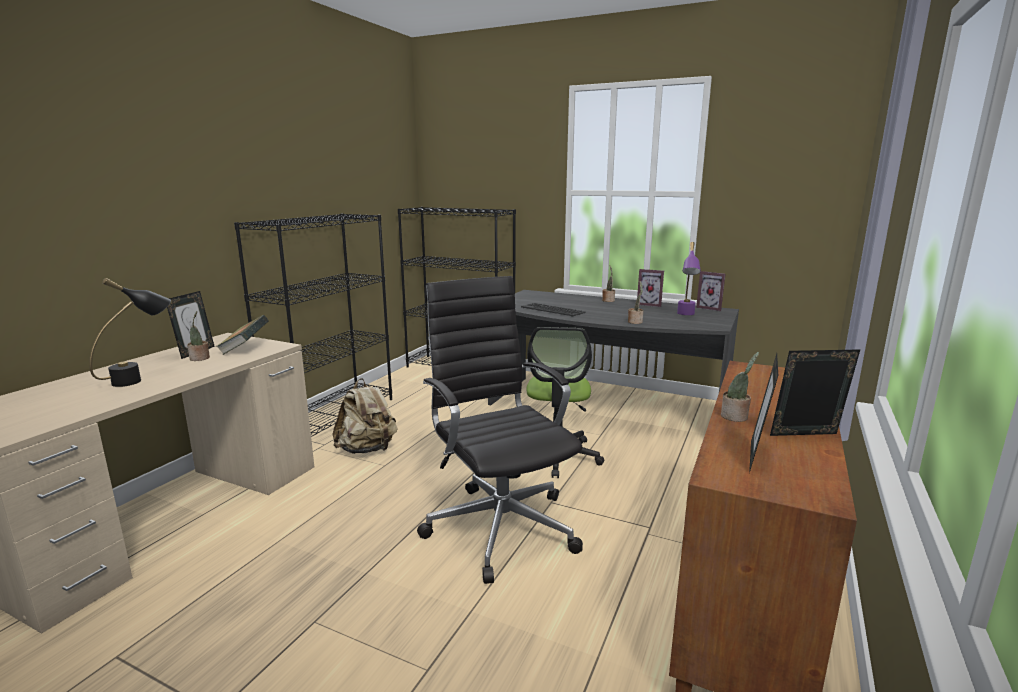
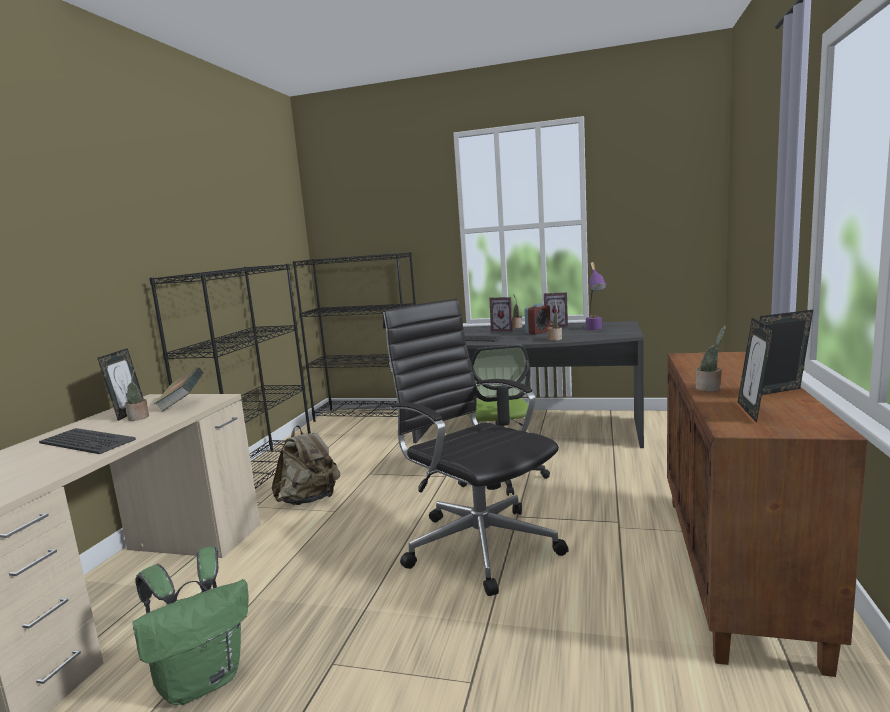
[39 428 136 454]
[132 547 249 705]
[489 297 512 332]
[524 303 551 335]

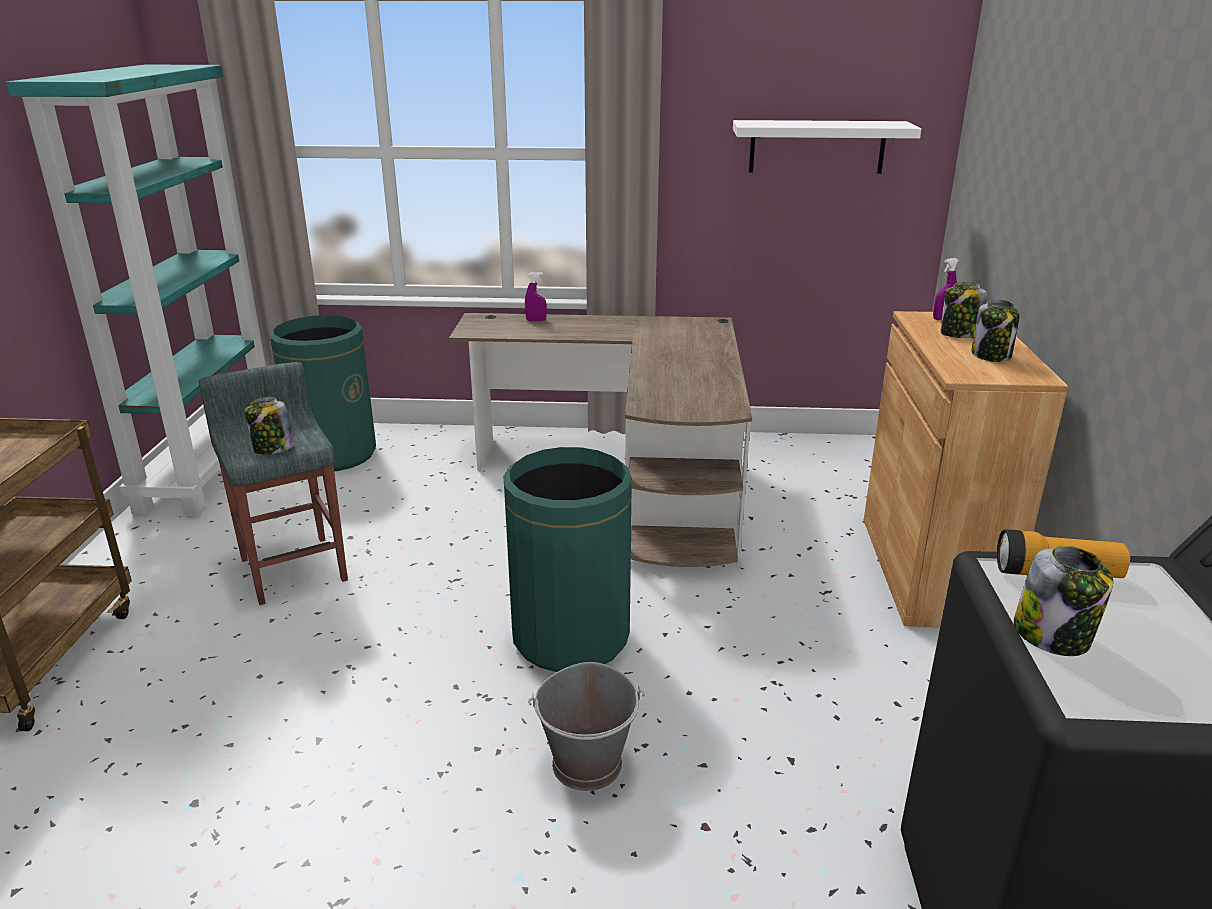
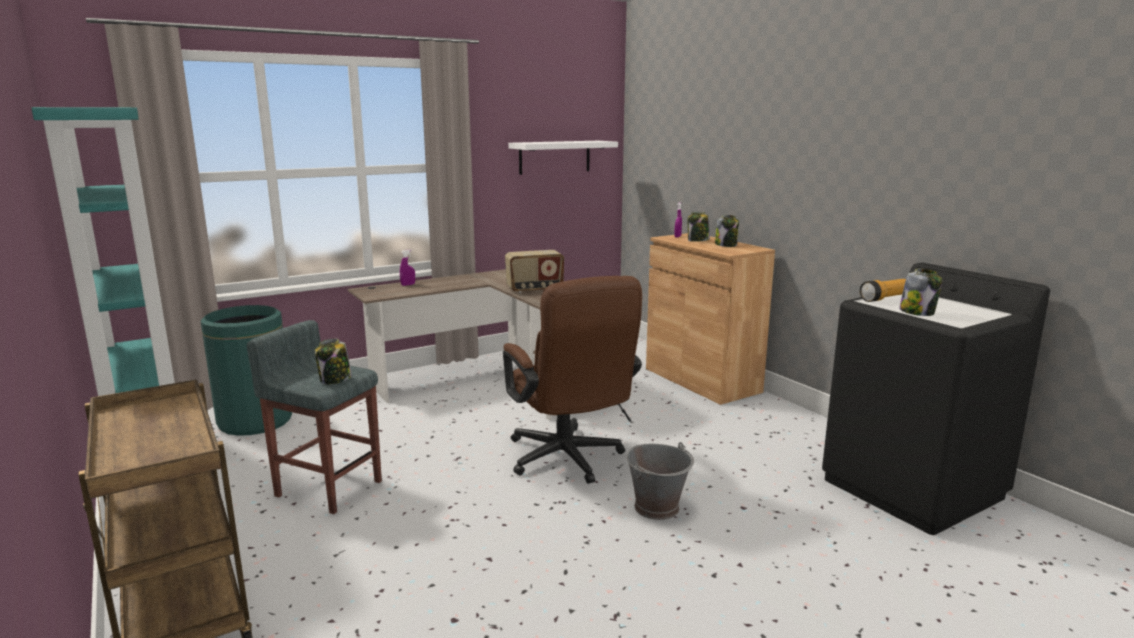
[503 276 642 484]
[505 250 564 293]

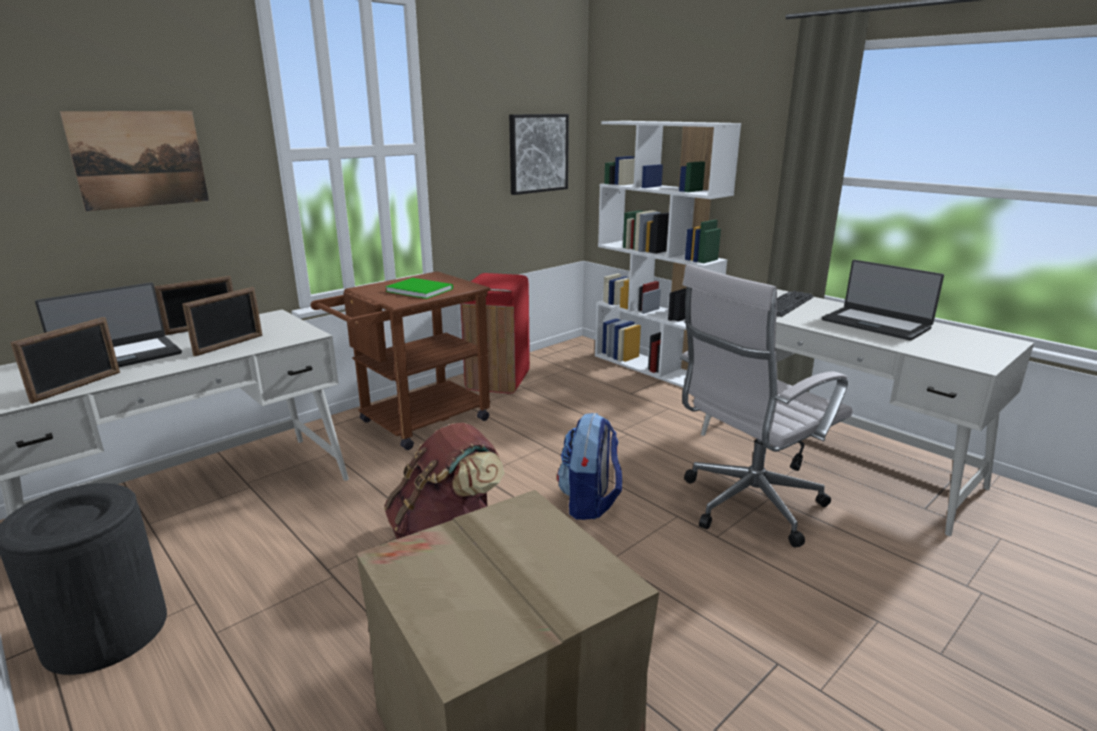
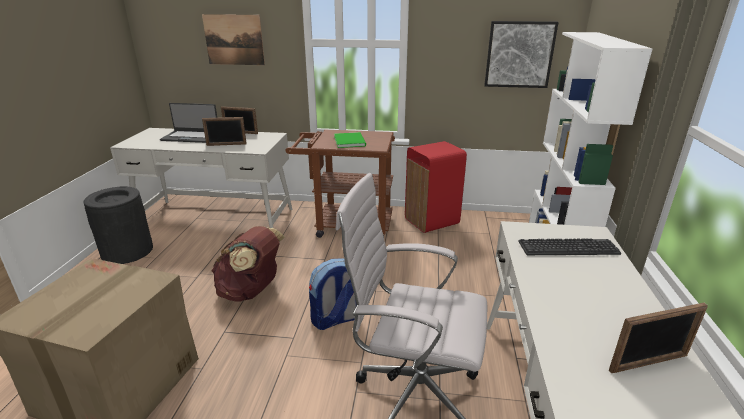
[609 303 708 373]
[822 260 944 340] (first image)

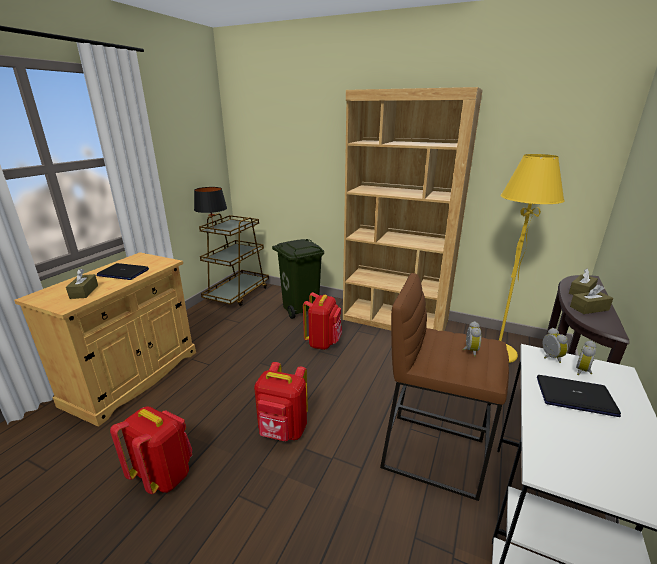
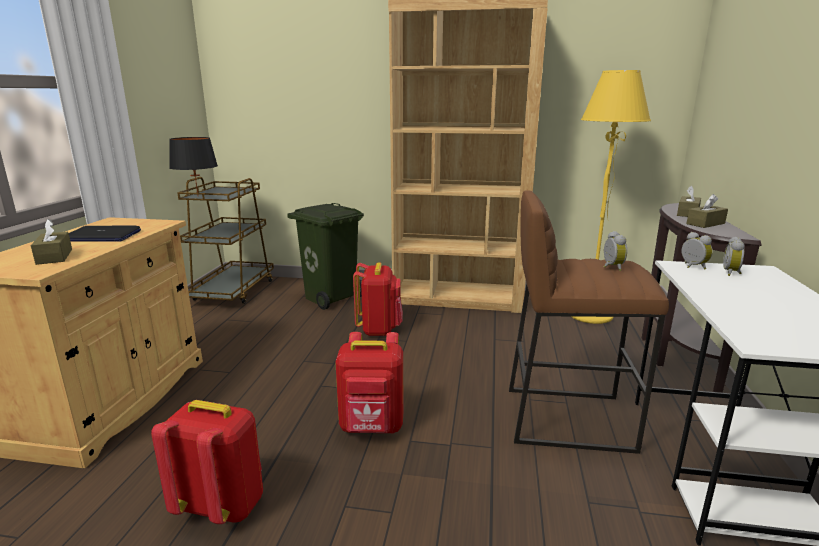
[537 375 621 417] (first image)

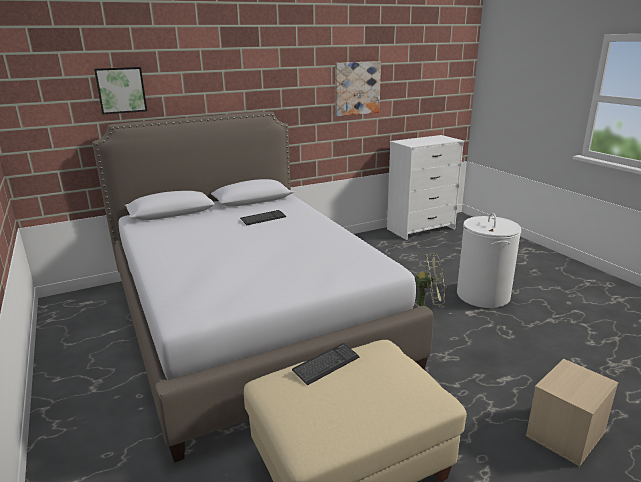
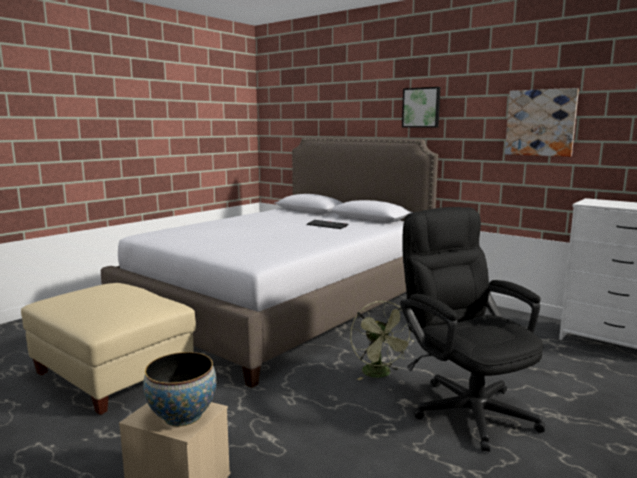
[143 352 216 427]
[400 207 545 452]
[402 87 440 128]
[292 343 359 385] (first image)

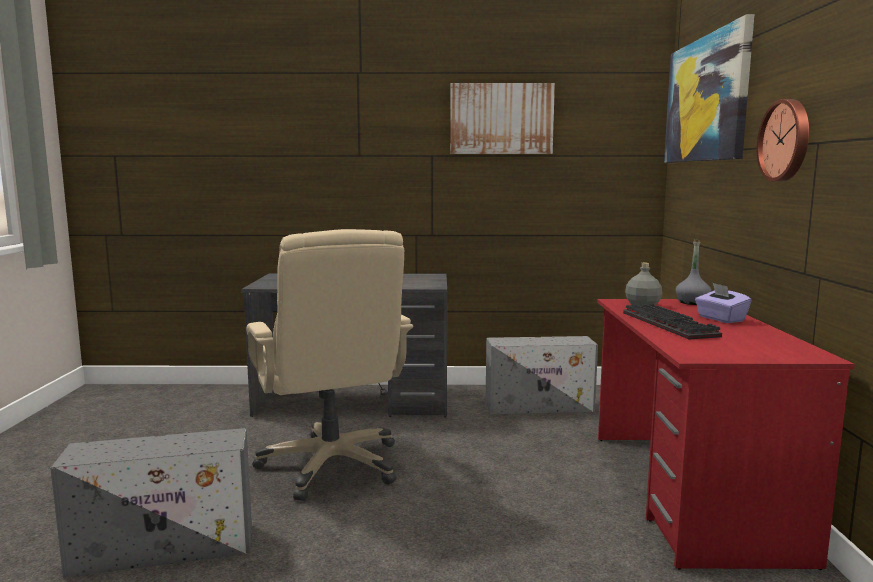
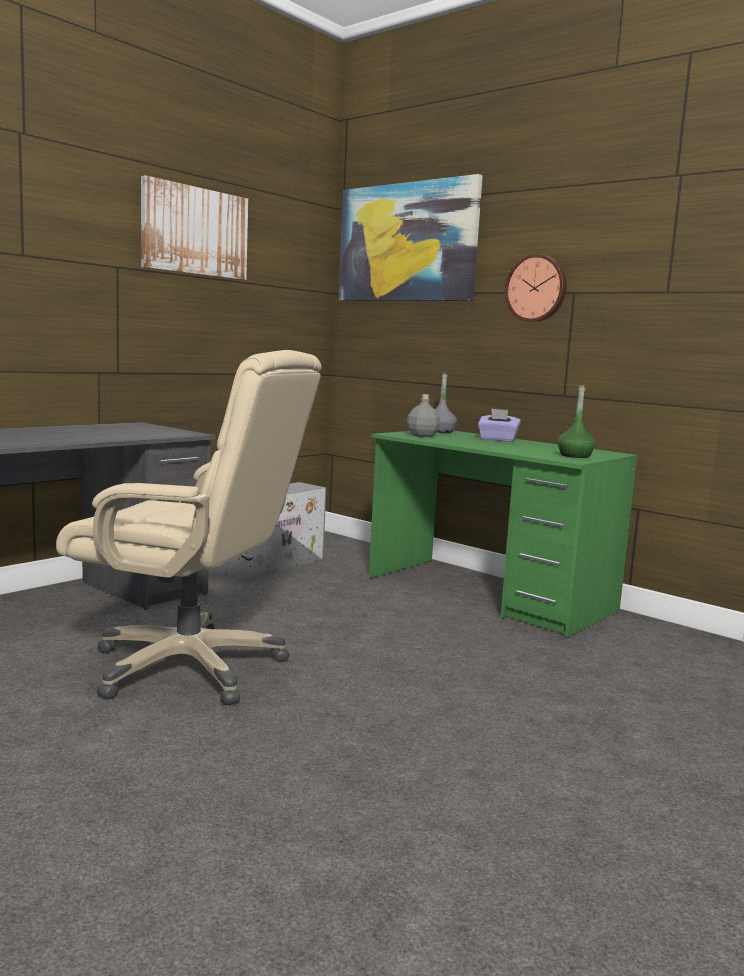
[369 430 638 638]
[557 385 596 458]
[50 428 252 578] (first image)
[623 304 722 339] (first image)

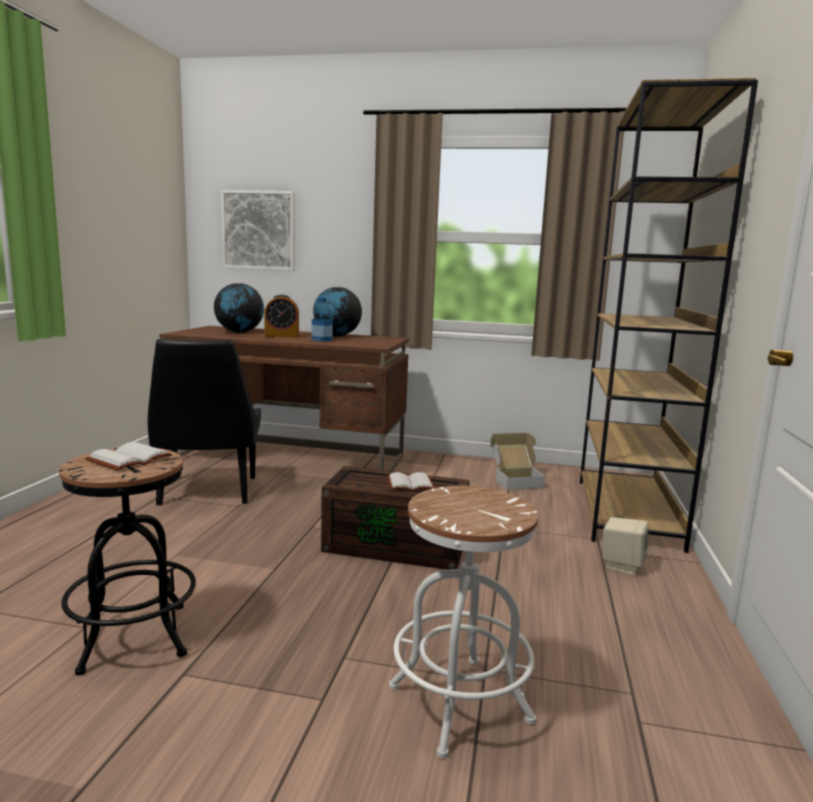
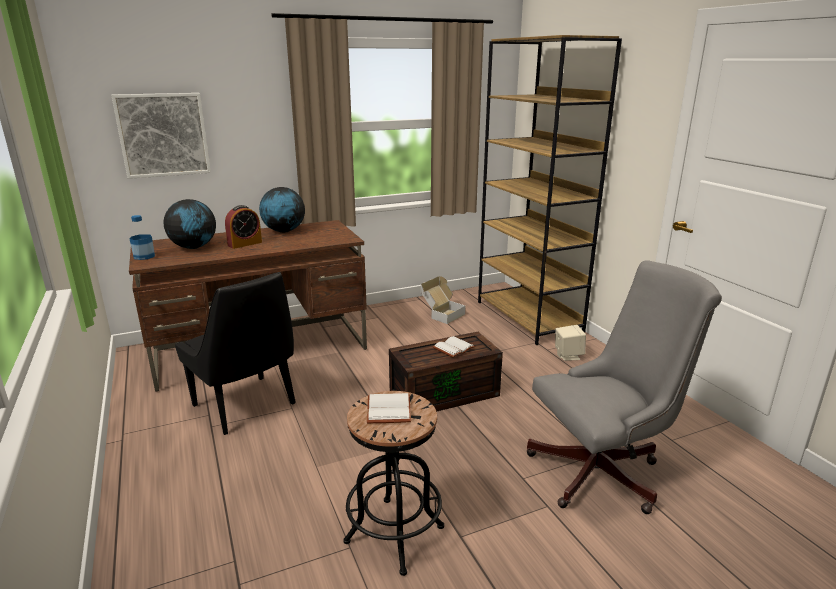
[130 215 155 260]
[527 260 722 514]

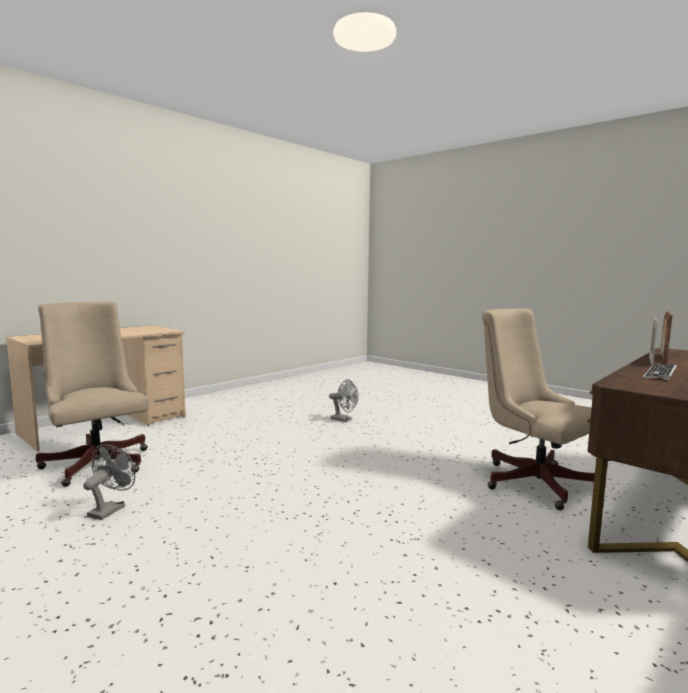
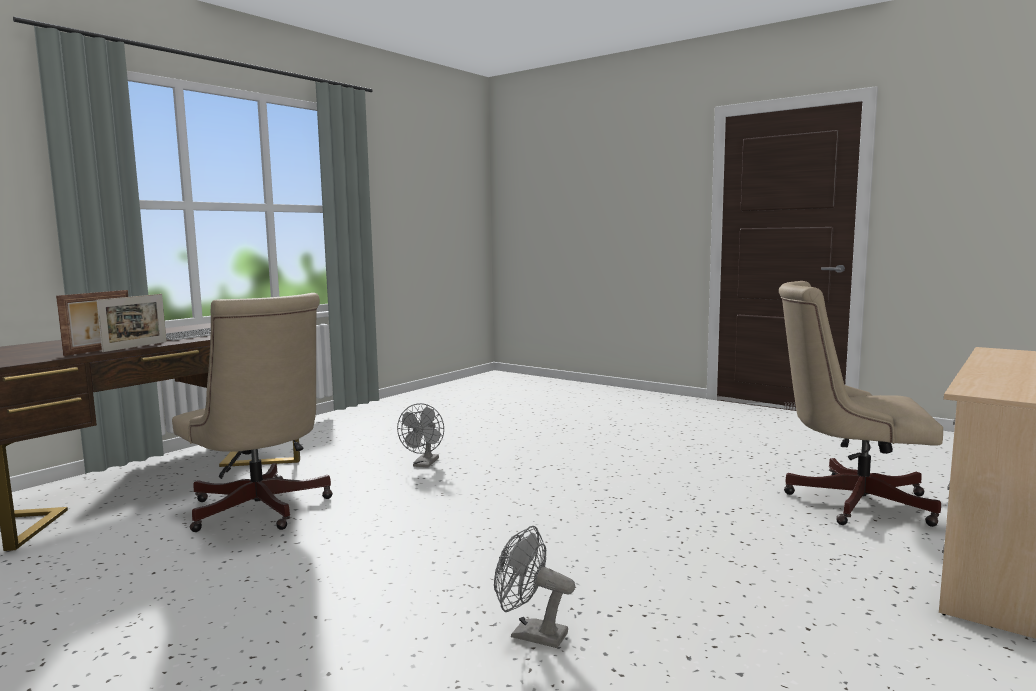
[397 403 444 467]
[779 281 943 527]

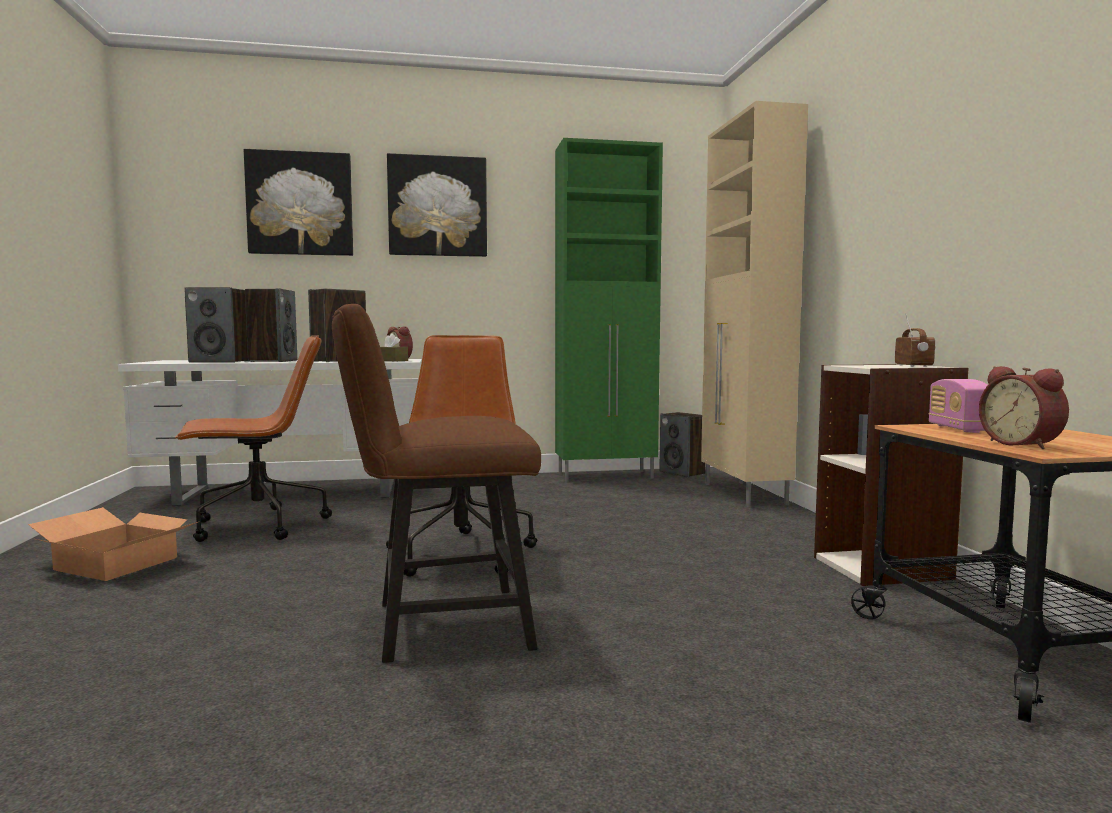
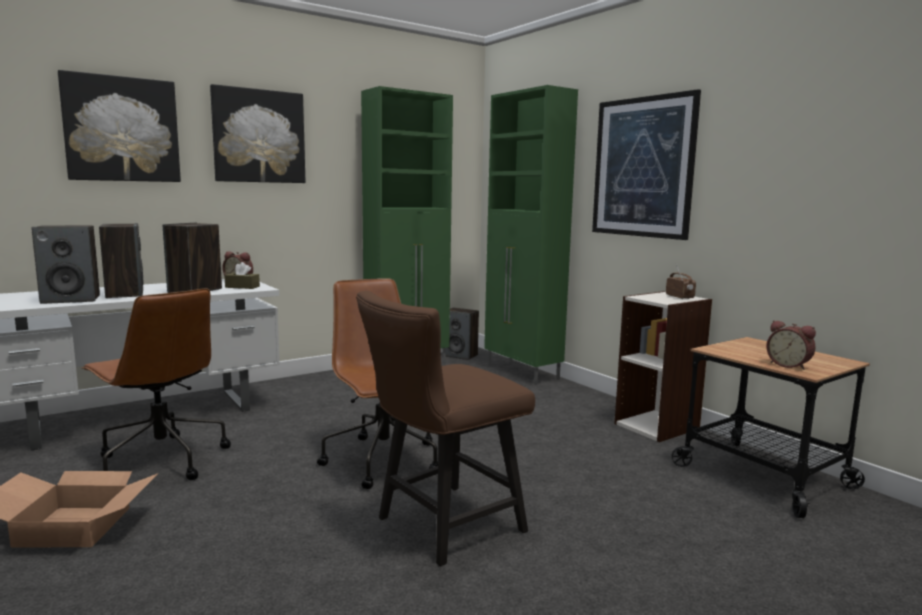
[82 288 231 480]
[484 85 578 385]
[592 89 701 240]
[929 379 988 433] (first image)

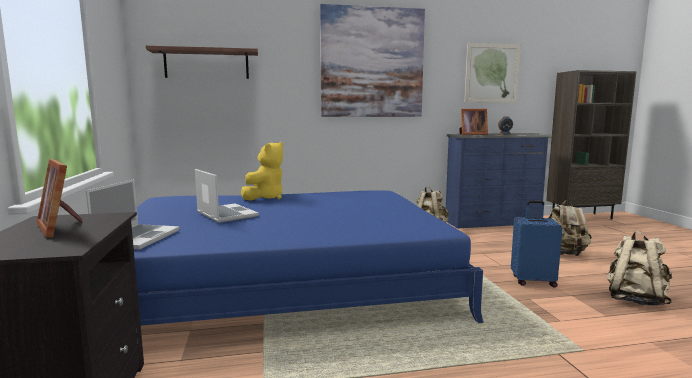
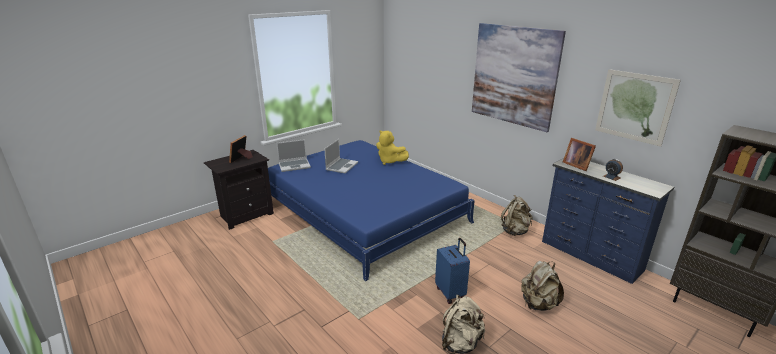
[376 130 409 165]
[146 46 258 79] (first image)

